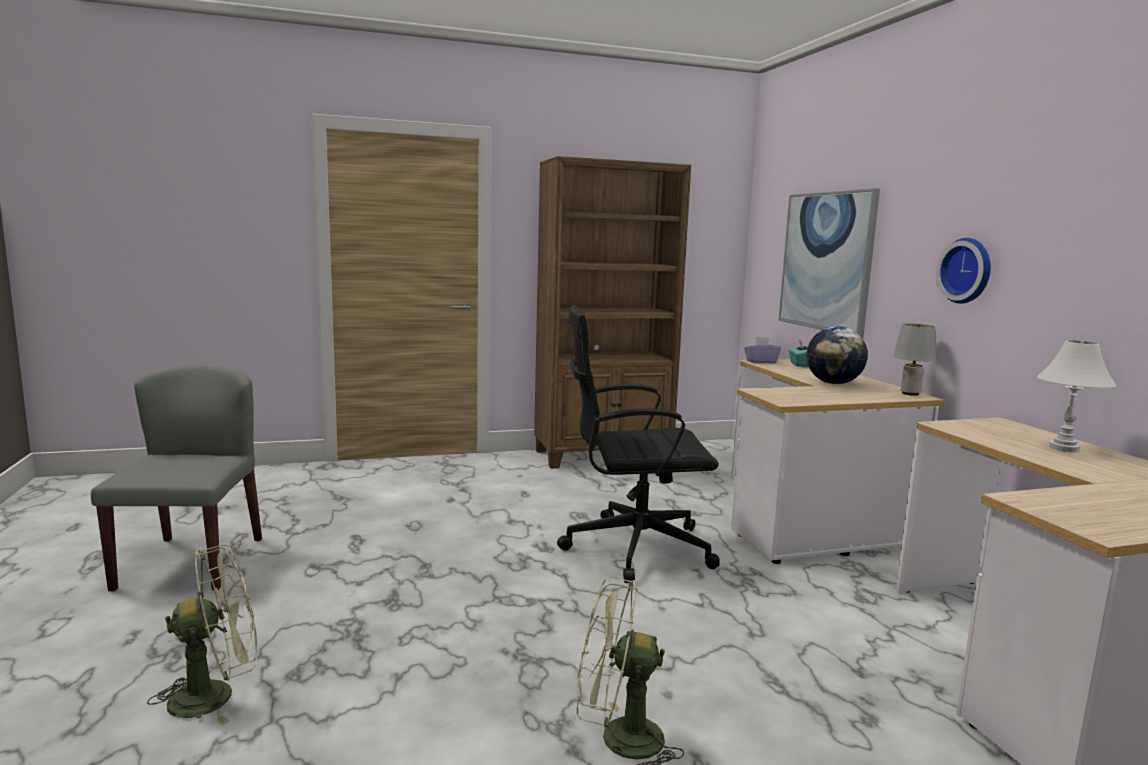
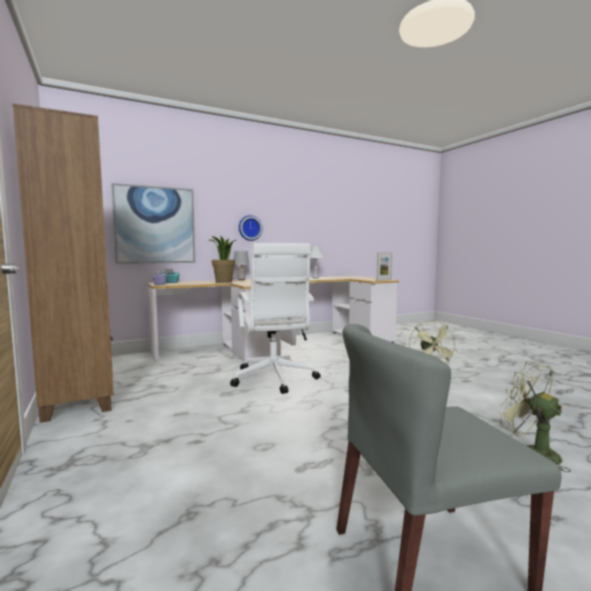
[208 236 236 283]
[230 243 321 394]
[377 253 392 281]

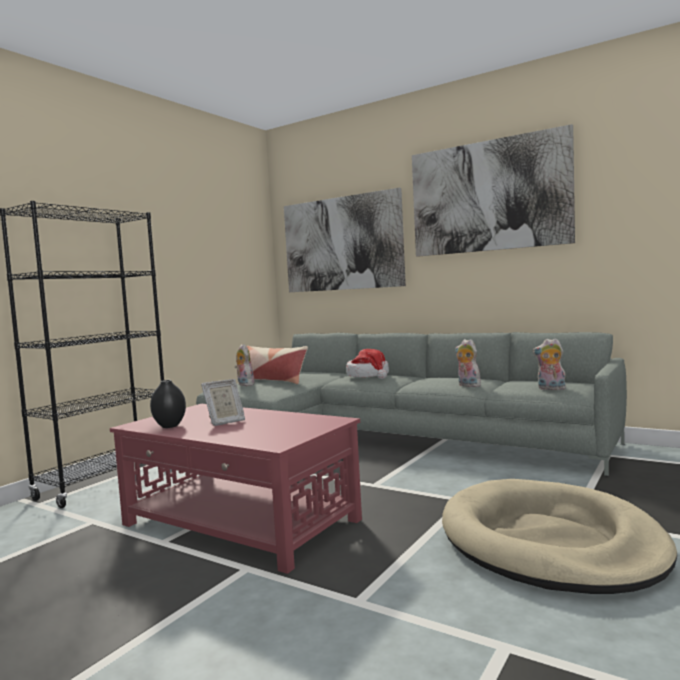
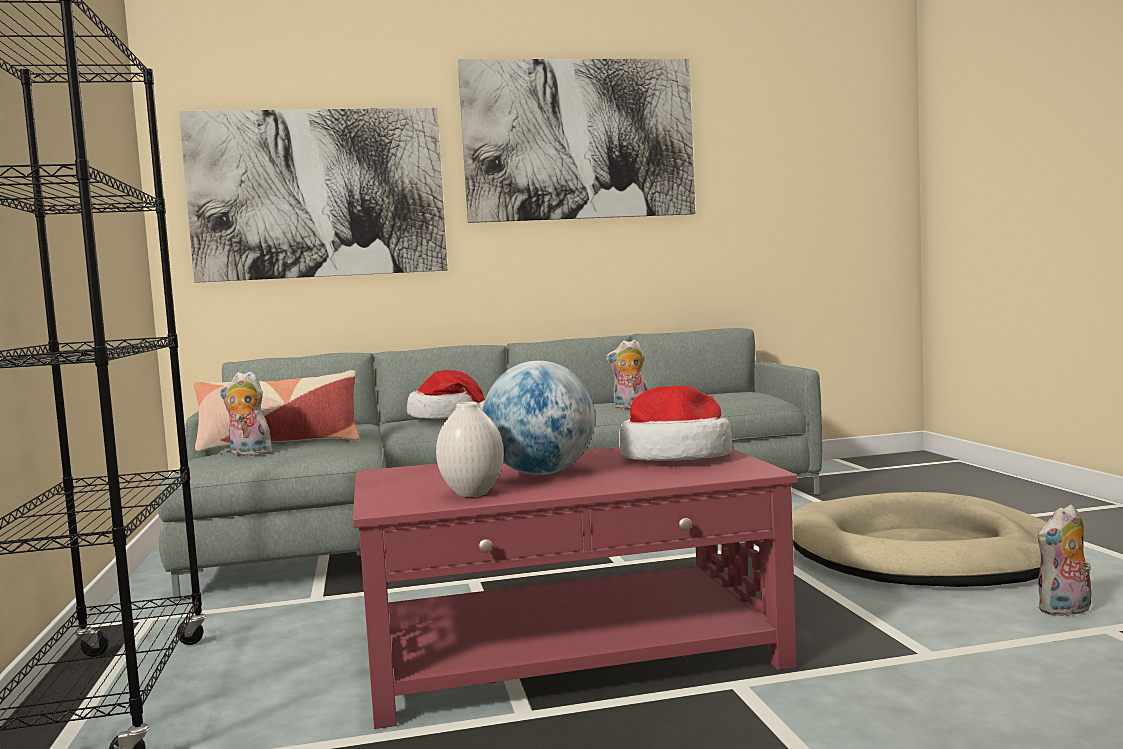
[436 402 504 497]
[483 361 595 475]
[619 386 733 461]
[1038 505 1092 617]

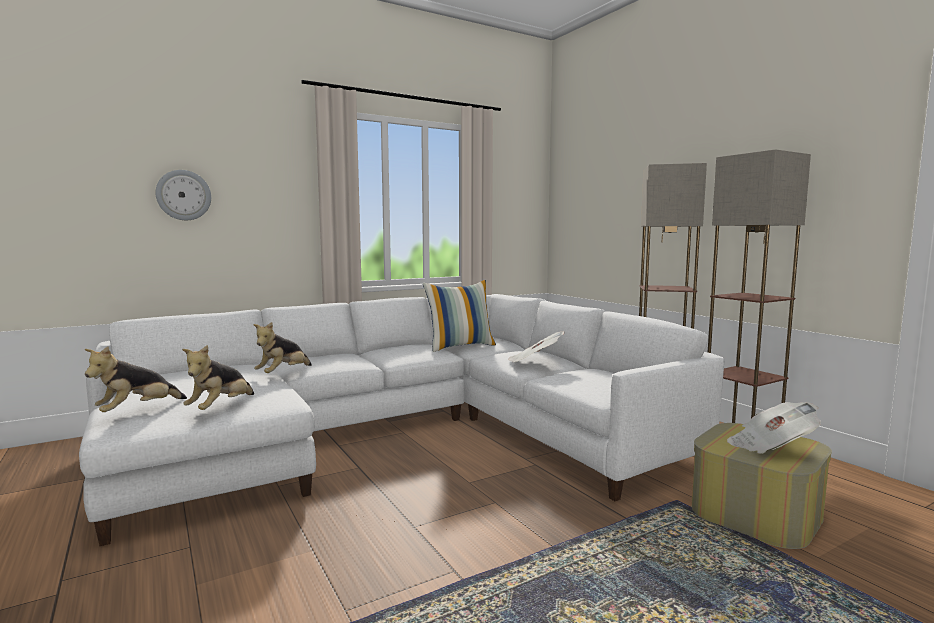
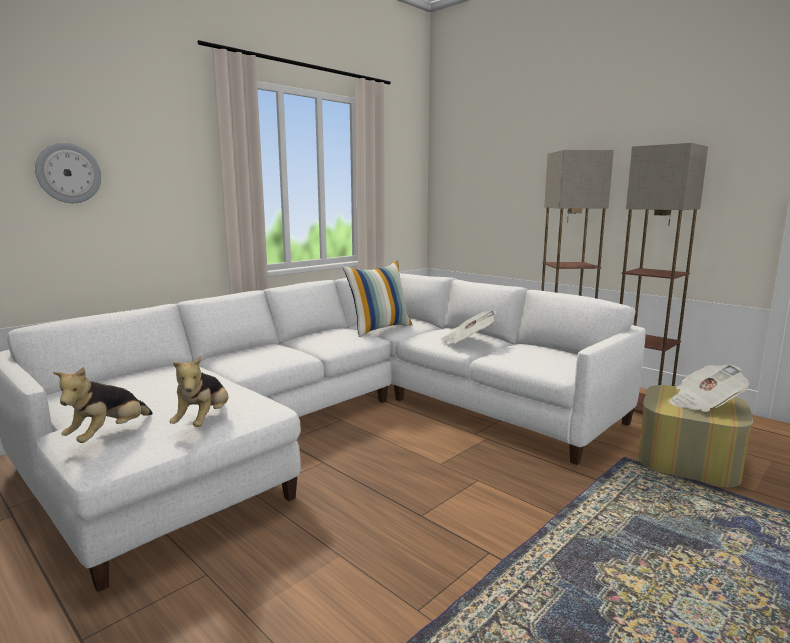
[253 322 312 373] (first image)

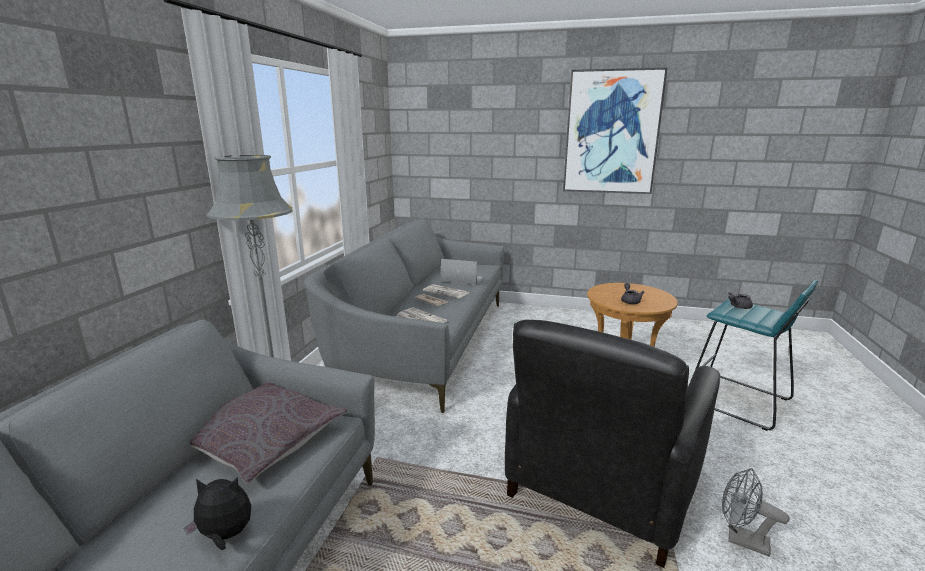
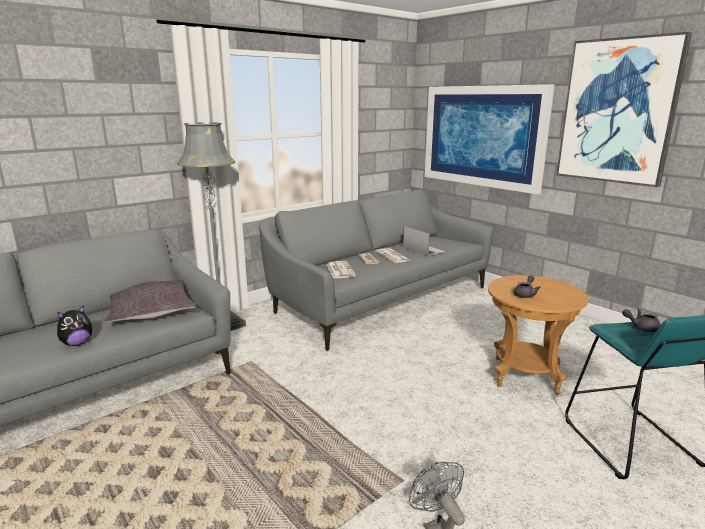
[57 305 92 346]
[425 84 555 195]
[505 320 720 568] (first image)

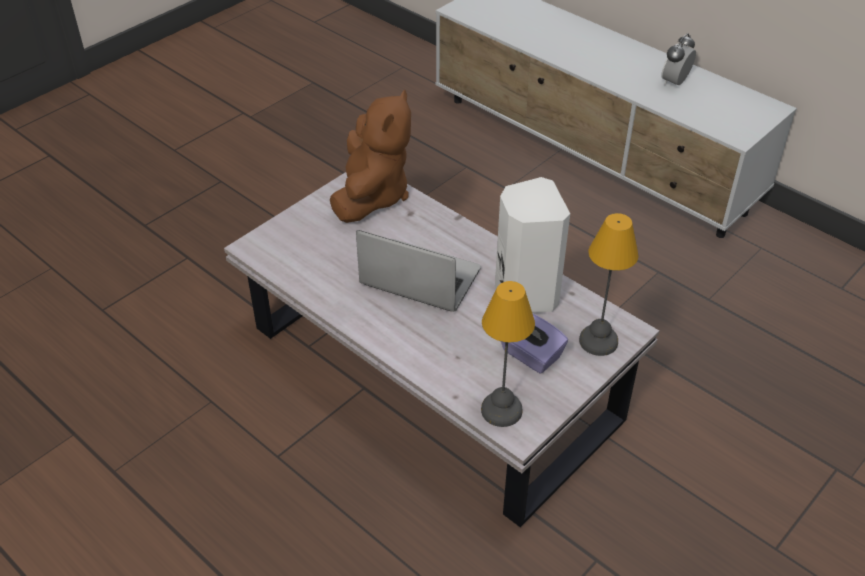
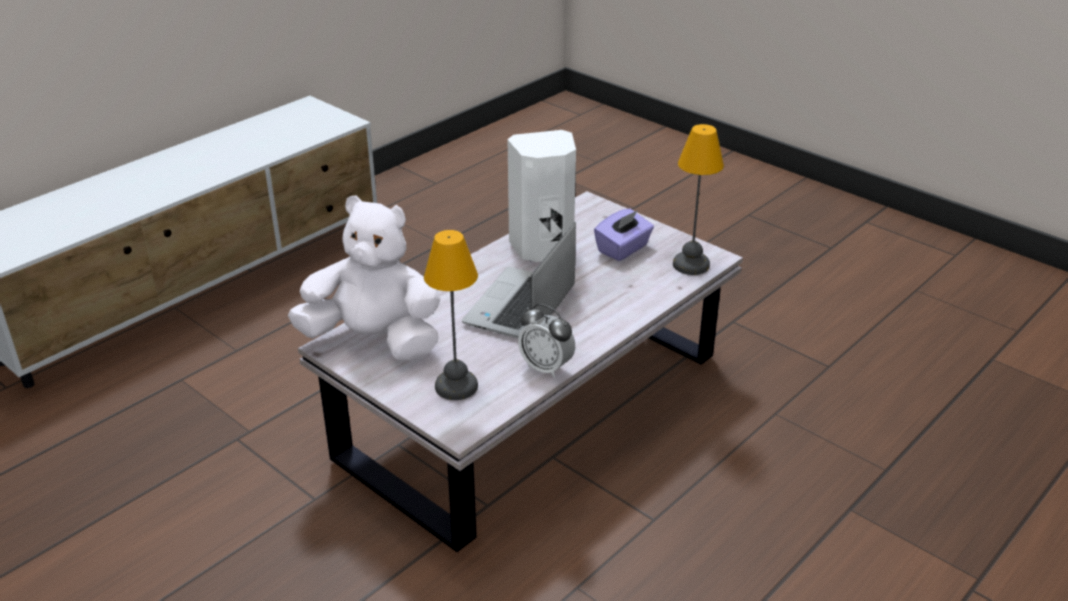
[288 195 440 361]
[424 230 478 400]
[518 304 575 378]

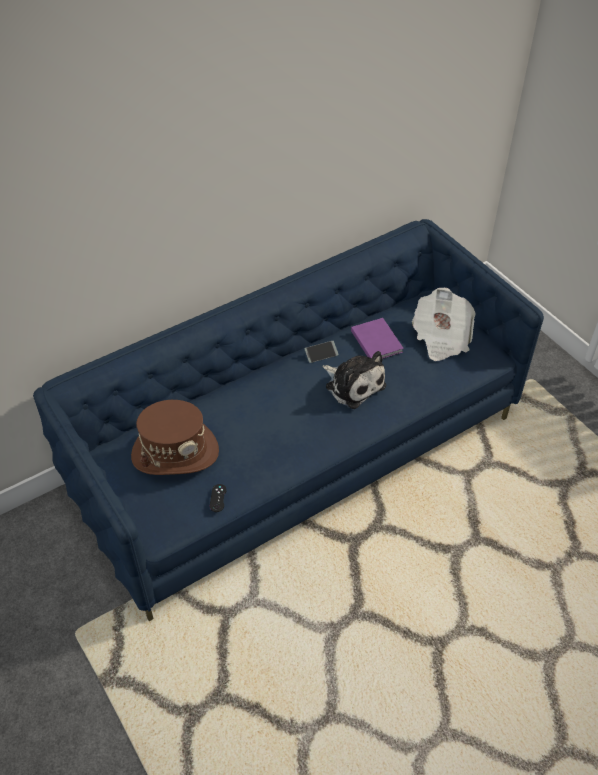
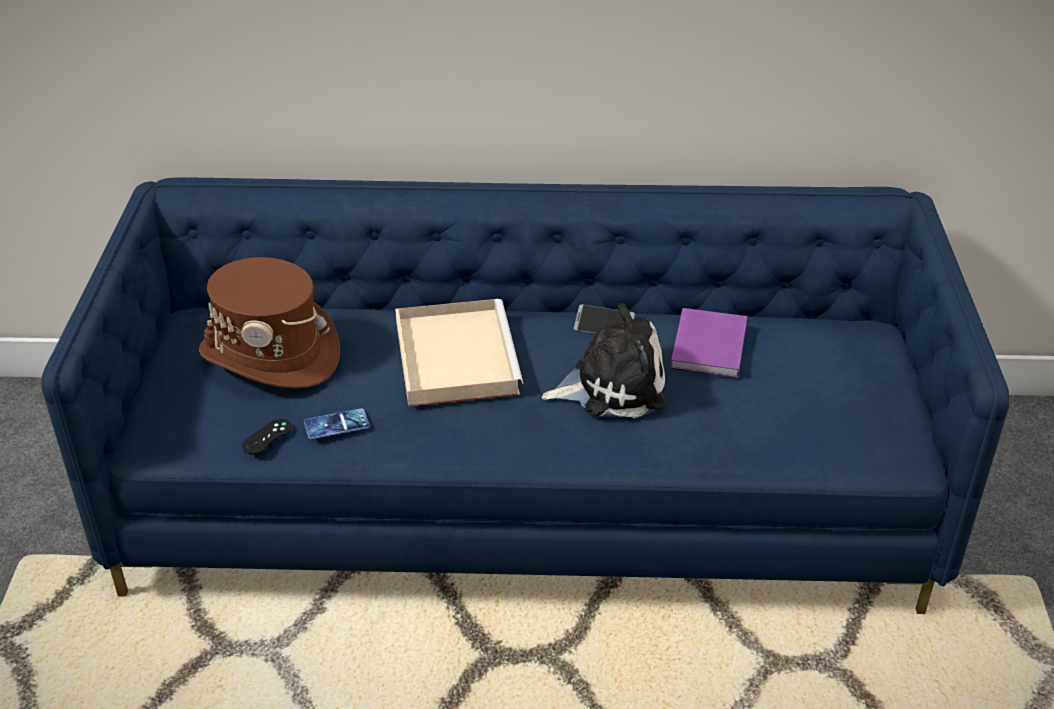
[304 408 370 439]
[395 299 523 407]
[541 303 667 418]
[412 288 476 361] (first image)

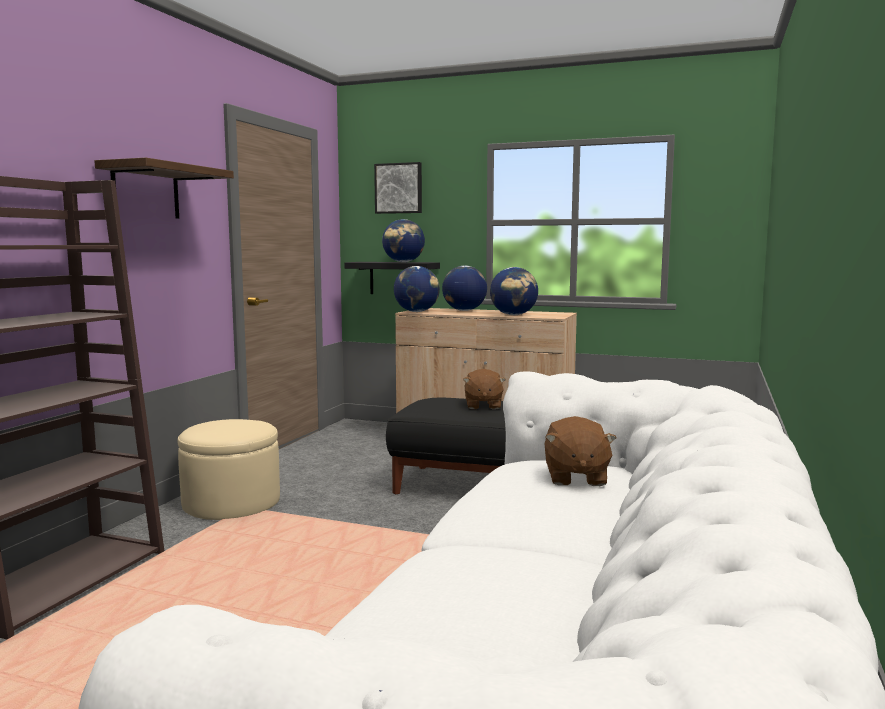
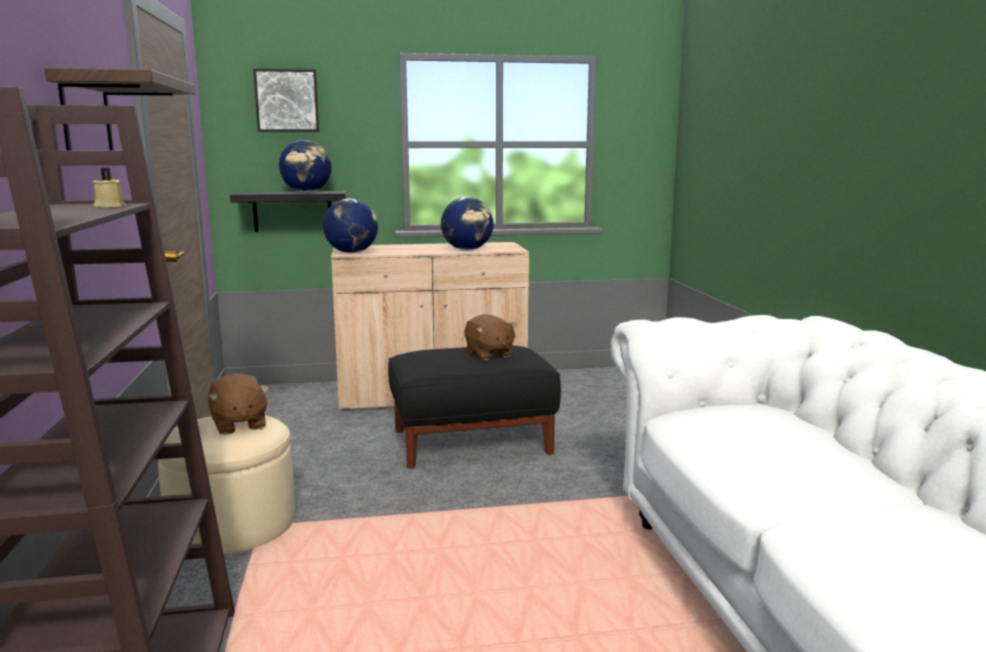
[92 168 126 207]
[208 373 269 435]
[442 266 487 311] (first image)

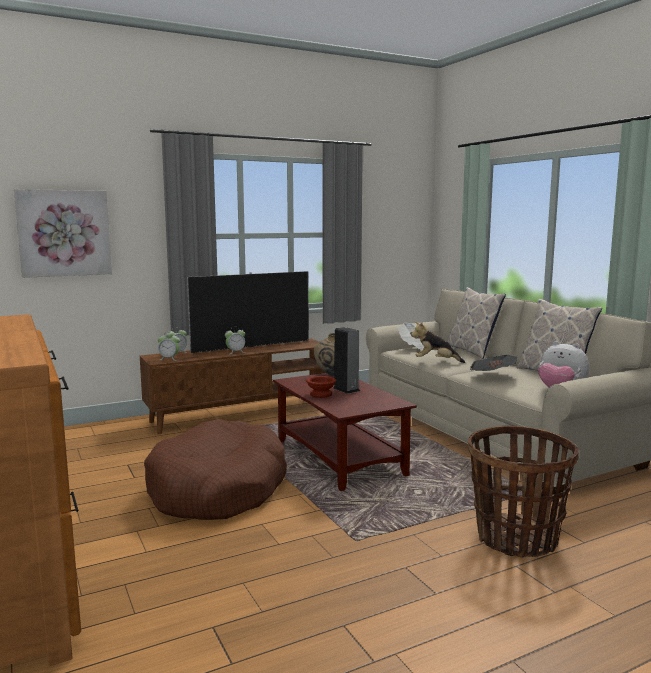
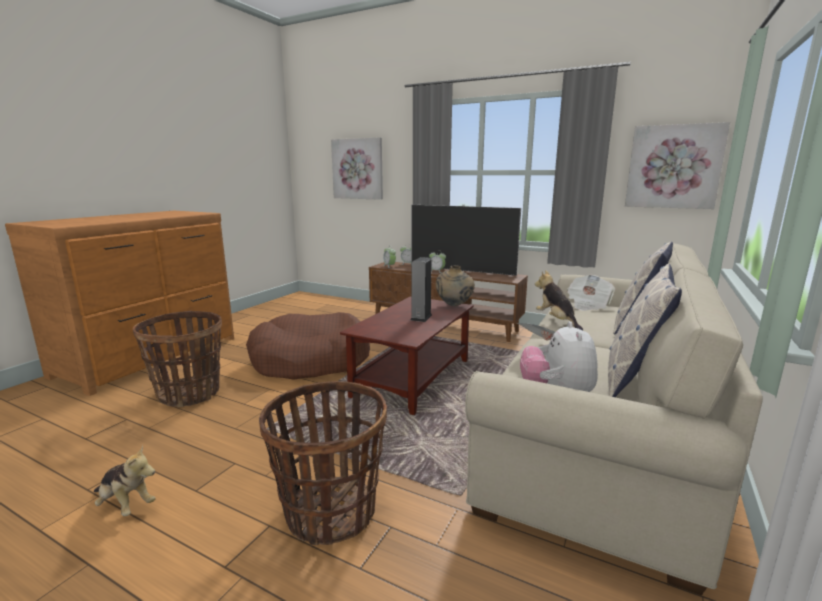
[94 445 156 516]
[133 311 222 407]
[625 122 730 209]
[306 376 336 398] (first image)

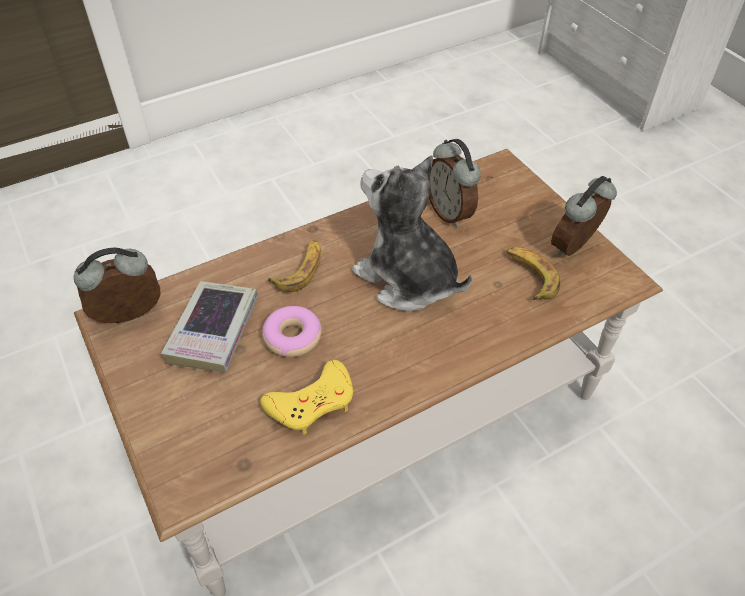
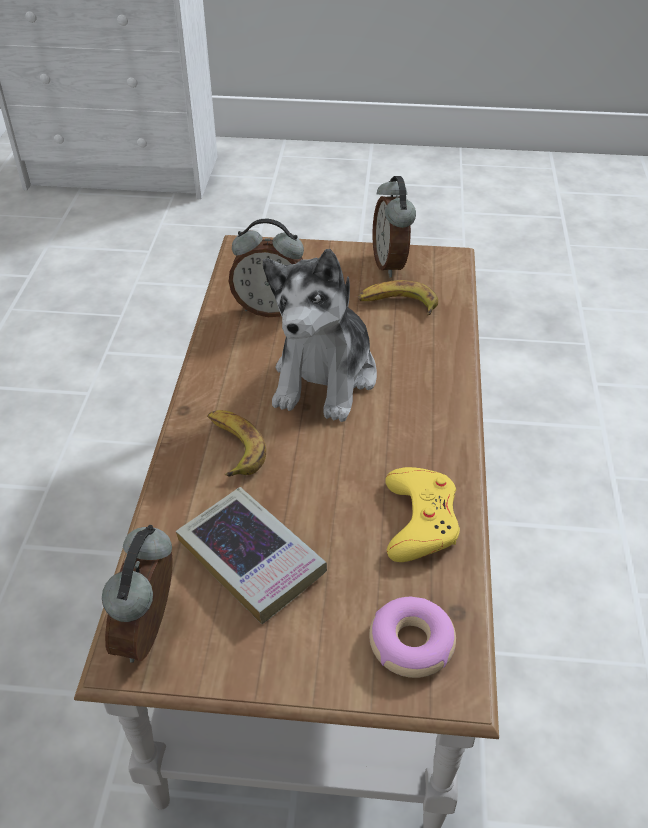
[263 249 377 422]
[369 597 456 678]

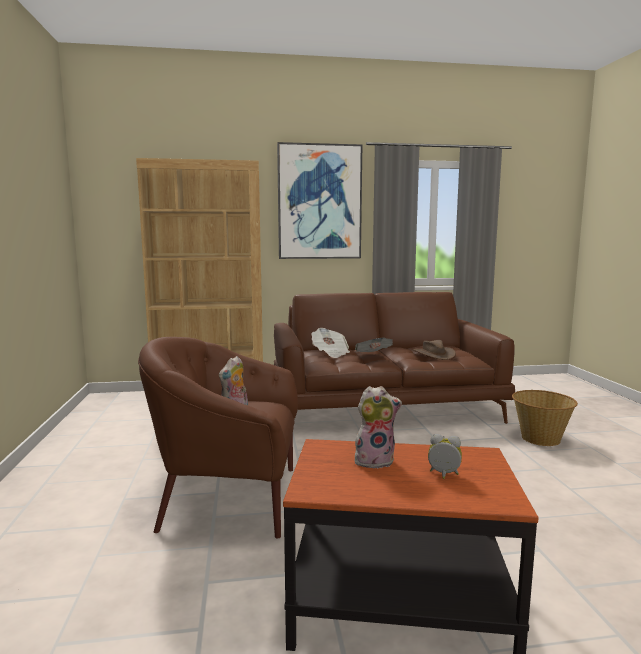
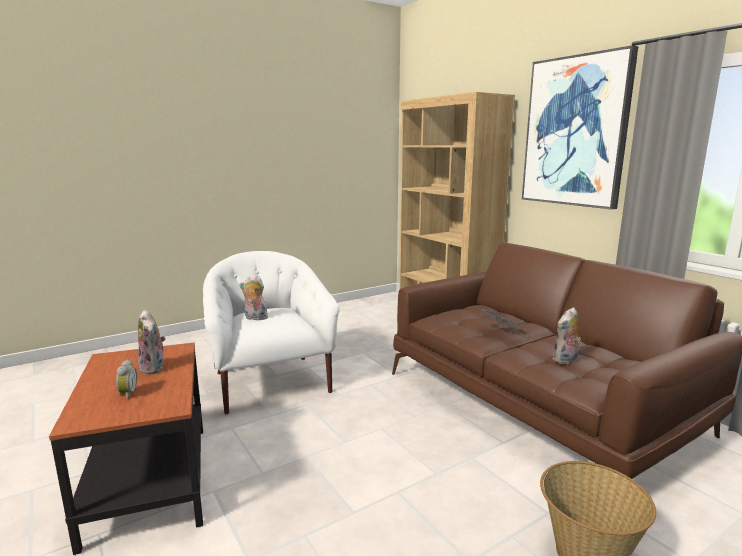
[203 251 340 414]
[552 307 581 364]
[311 328 350 358] (first image)

